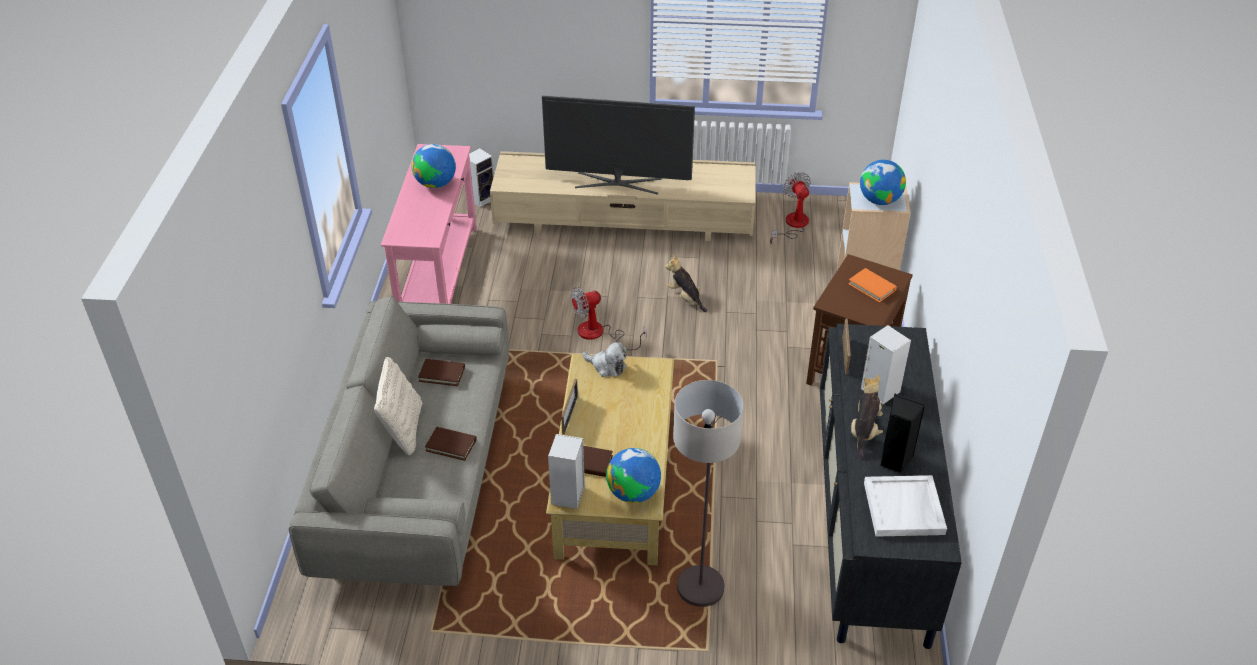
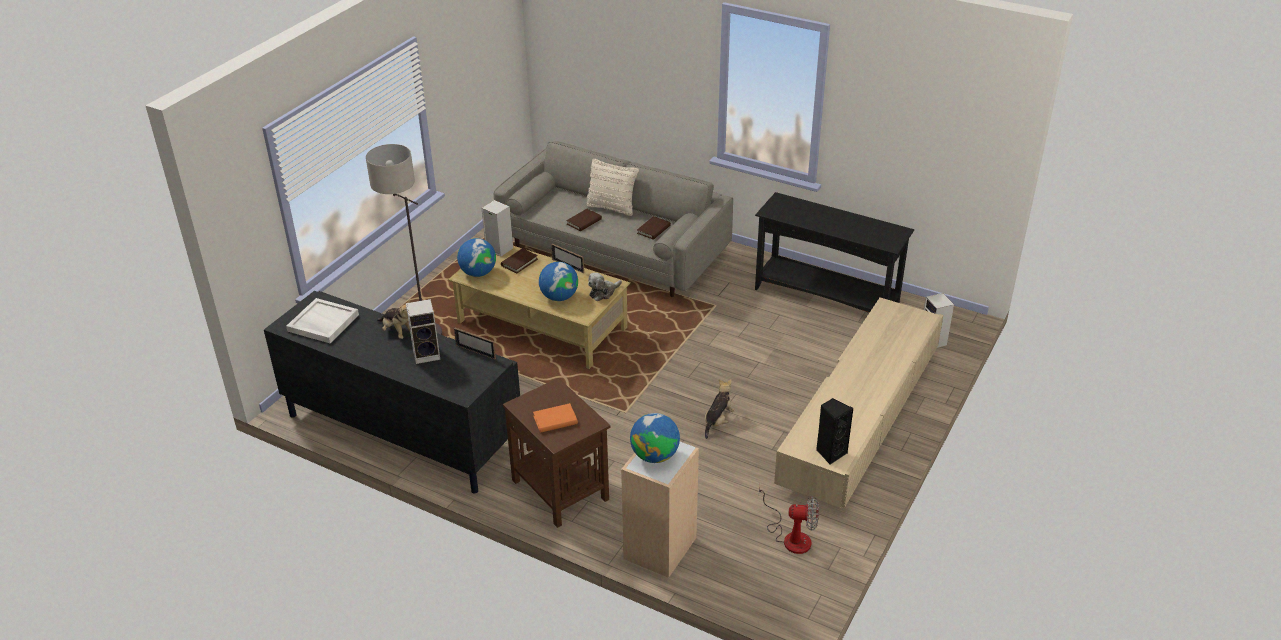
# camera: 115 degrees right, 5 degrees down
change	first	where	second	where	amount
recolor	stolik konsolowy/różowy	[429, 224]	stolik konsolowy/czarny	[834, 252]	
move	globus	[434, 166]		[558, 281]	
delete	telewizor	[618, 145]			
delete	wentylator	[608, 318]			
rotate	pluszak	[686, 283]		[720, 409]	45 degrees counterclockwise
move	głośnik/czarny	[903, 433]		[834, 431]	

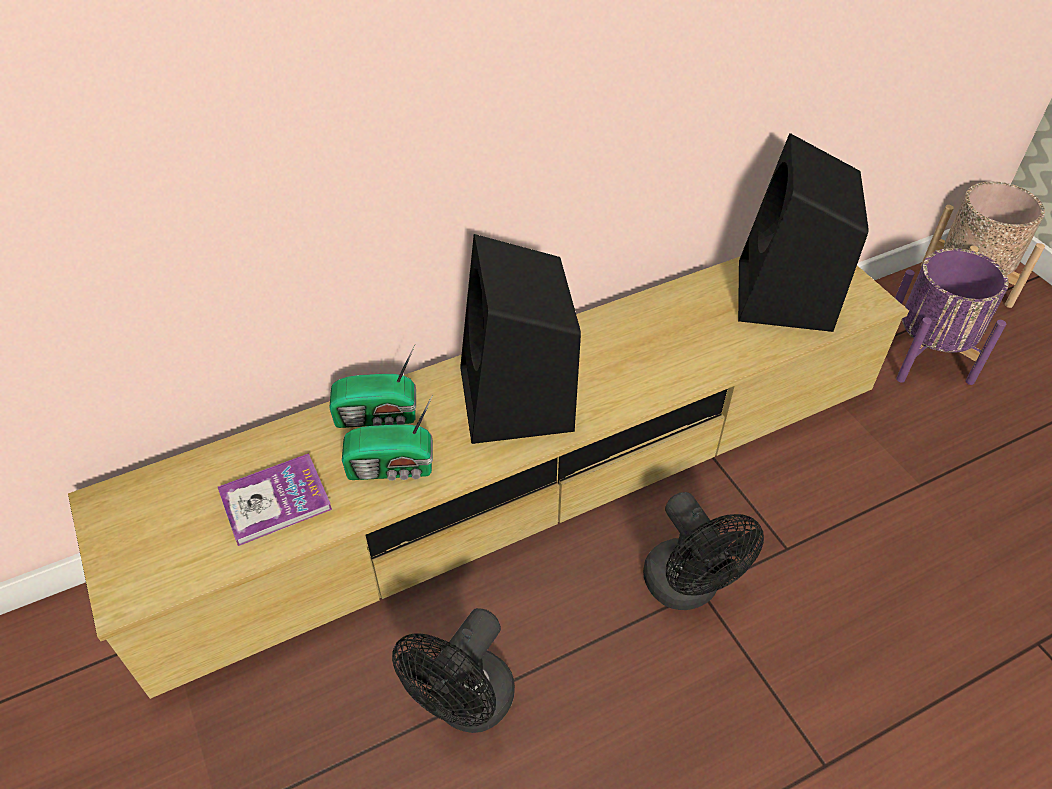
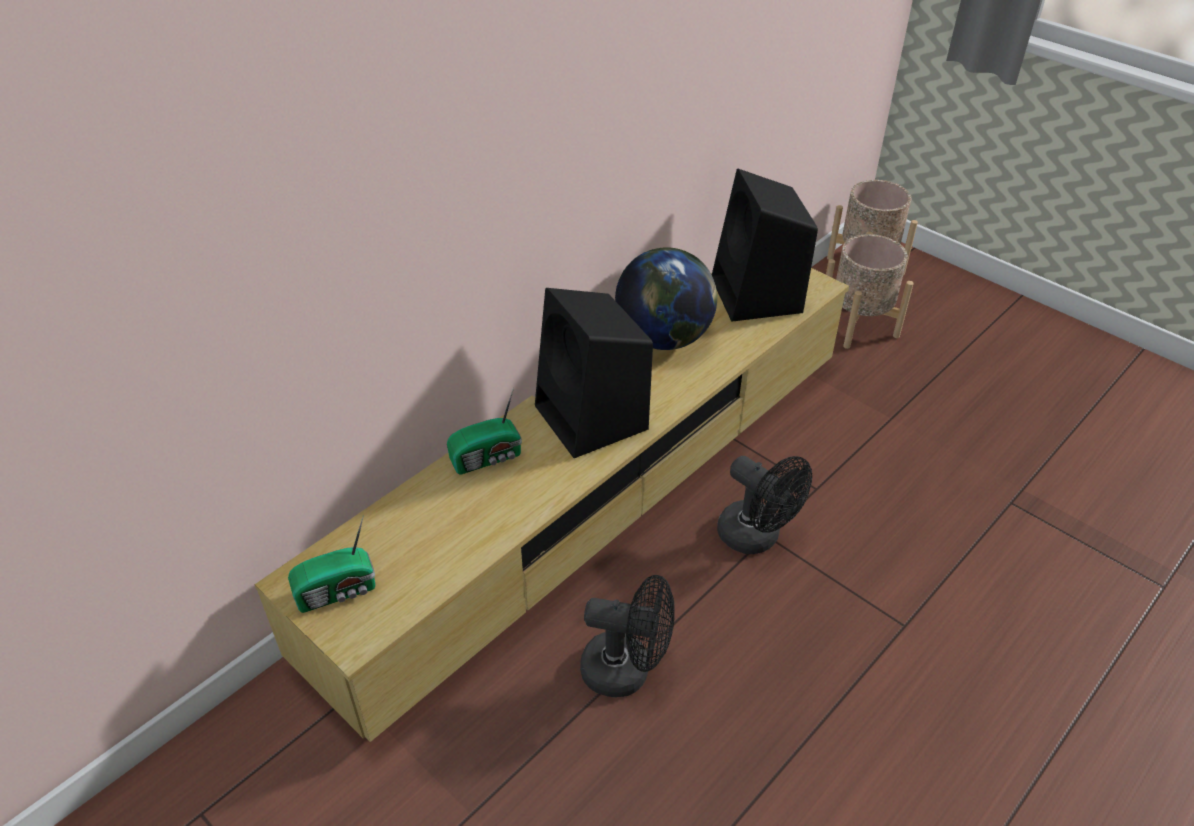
# camera: 20 degrees left, 5 degrees down
change	first	where	second	where	amount
delete	książka	[275, 499]			
move	radio	[387, 438]		[332, 564]	
rotate	wentylator/czarny	[453, 670]		[627, 636]	90 degrees counterclockwise
recolor	donica/fioletowy	[952, 316]	donica/beżowy	[870, 291]	
insert			globus	[666, 298]	

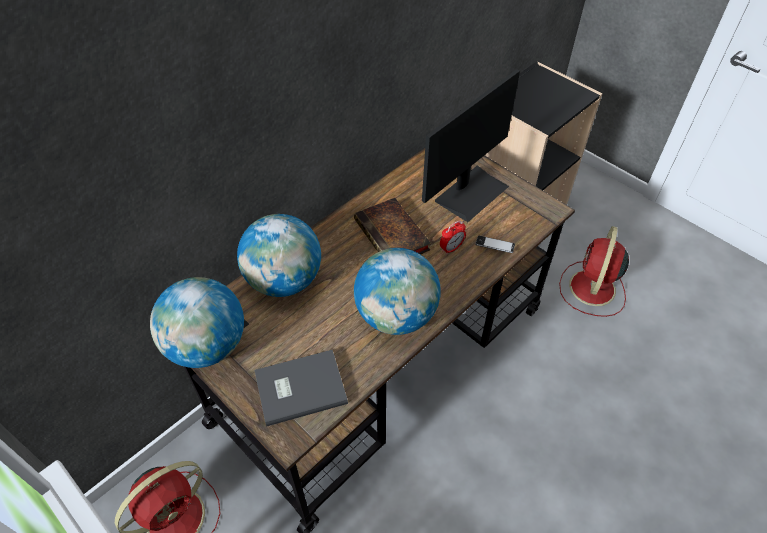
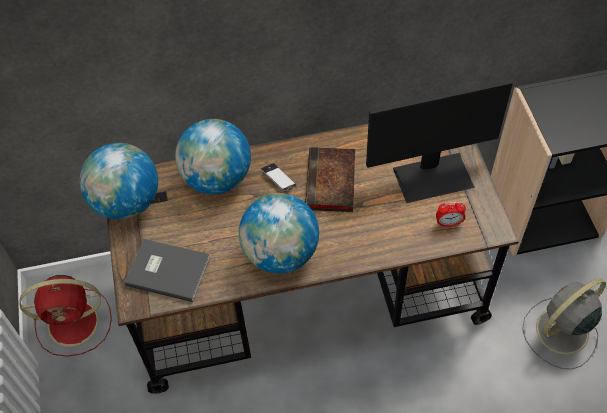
# camera: 35 degrees right, 5 degrees up
change	first	where	second	where	amount
move	budzik	[453, 237]		[451, 214]	
move	telefon	[495, 244]		[278, 177]	
recolor	wentylator/czerwony	[594, 271]	wentylator/szary	[564, 323]	

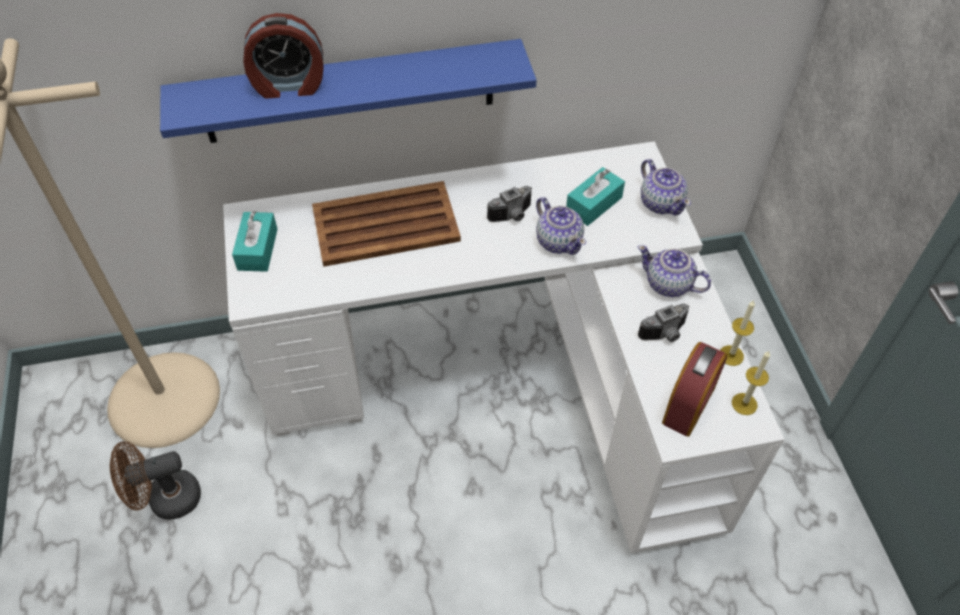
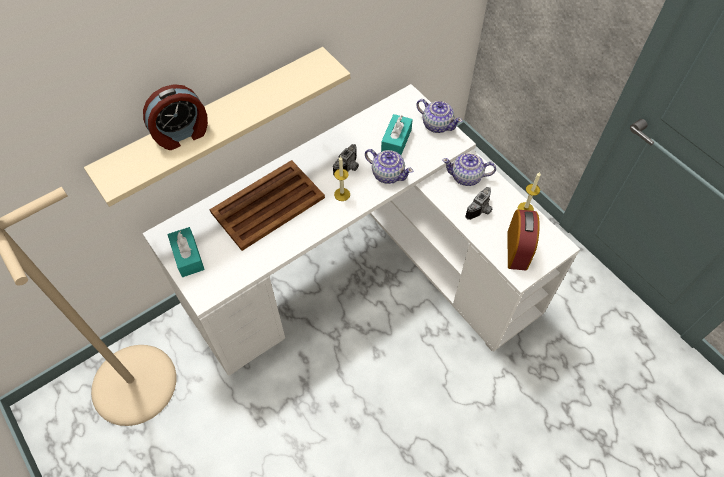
# camera: 25 degrees left, 5 degrees up
change	first	where	second	where	amount
delete	wentylator/brązowy	[155, 480]			
recolor	półka/niebieski	[348, 91]	półka/beżowy	[217, 127]	
move	świeca	[751, 383]		[342, 178]	

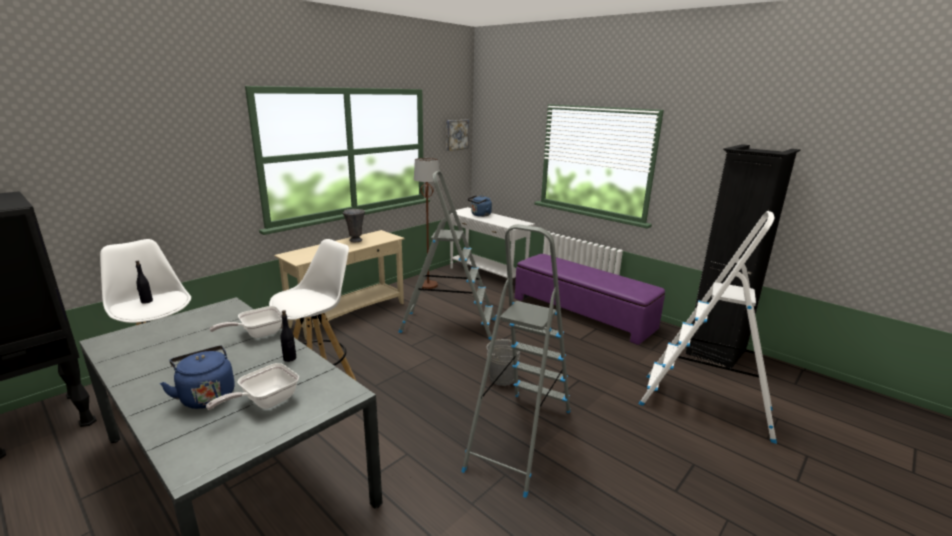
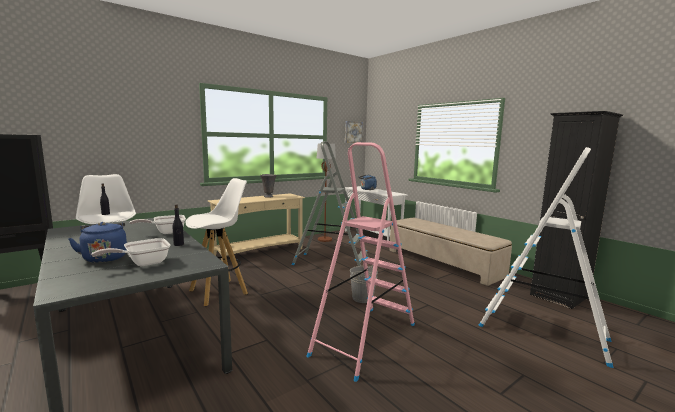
# camera: 10 degrees right, 10 degrees down
change	first	where	second	where	amount
recolor	drabinka/szary	[515, 361]	drabinka/różowy	[360, 262]	
recolor	ławka/fioletowy	[590, 299]	ławka/beżowy	[450, 252]	

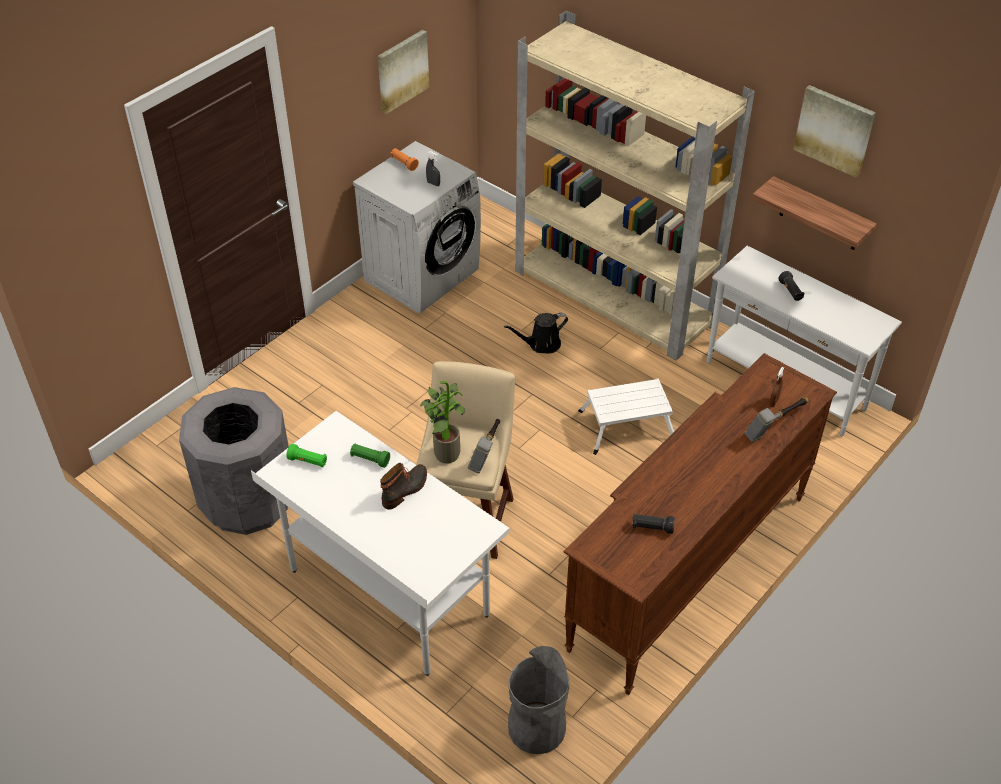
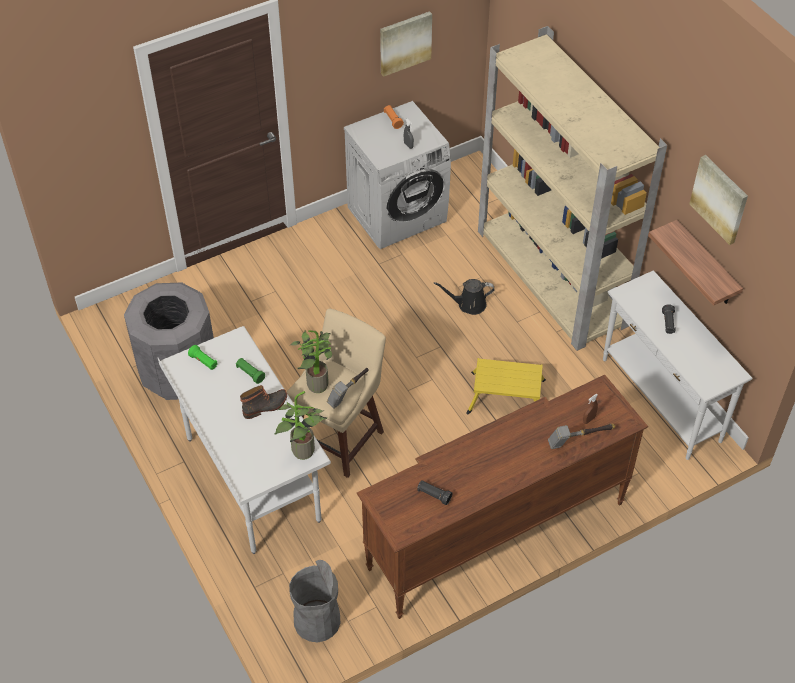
# camera: 20 degrees right, 5 degrees up
change	first	where	second	where	amount
recolor	drabinka/biały	[626, 416]	drabinka/żółty	[506, 386]	
insert			roślina doniczkowa	[300, 425]	

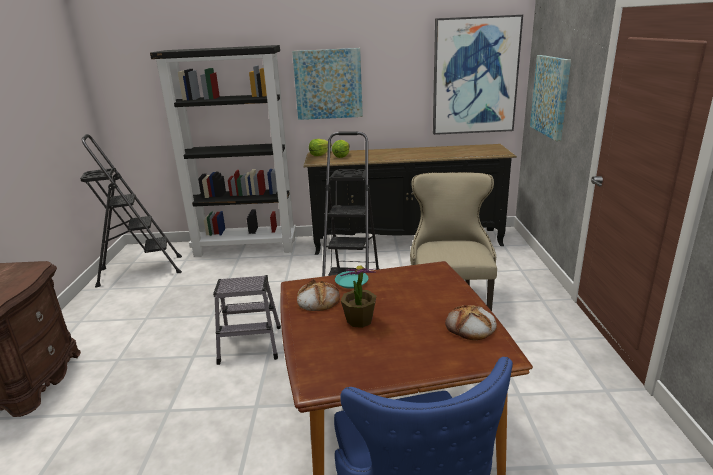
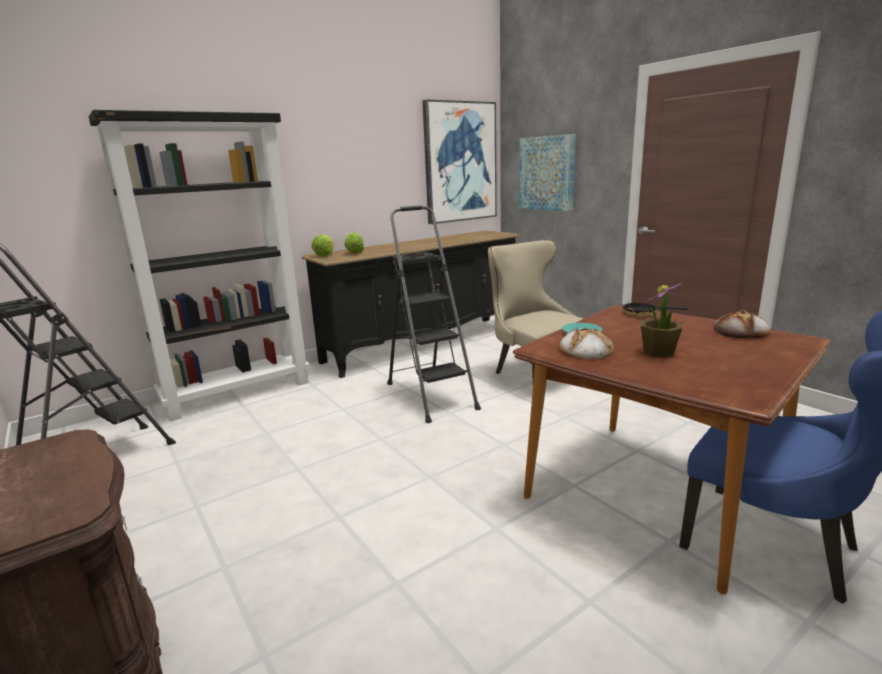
# camera: 35 degrees left, 5 degrees down
change	first	where	second	where	amount
delete	drabinka/szary	[247, 320]			
delete	obraz	[327, 84]			
insert			patelnia	[655, 309]	

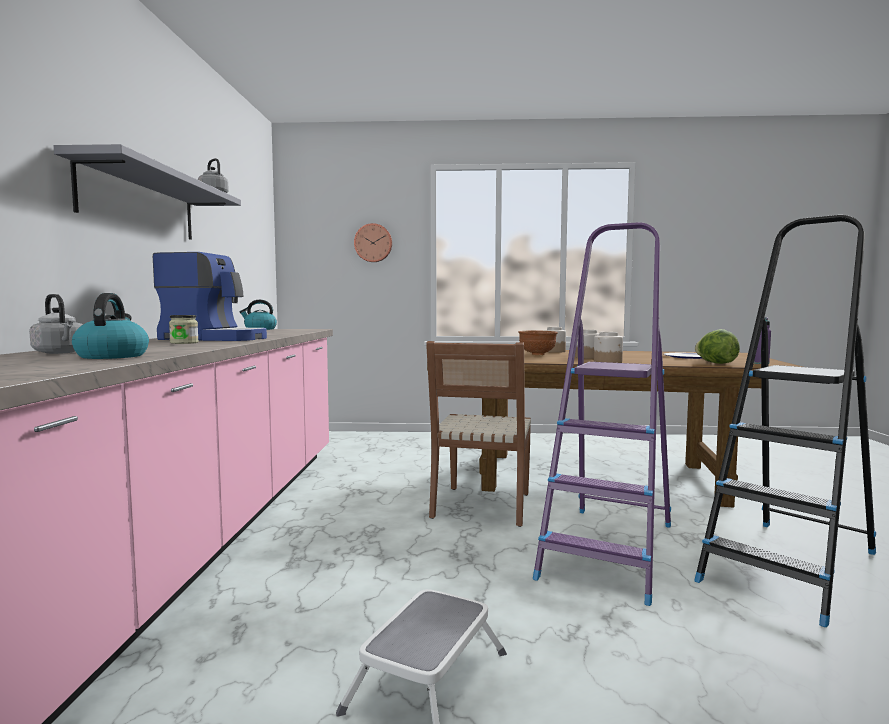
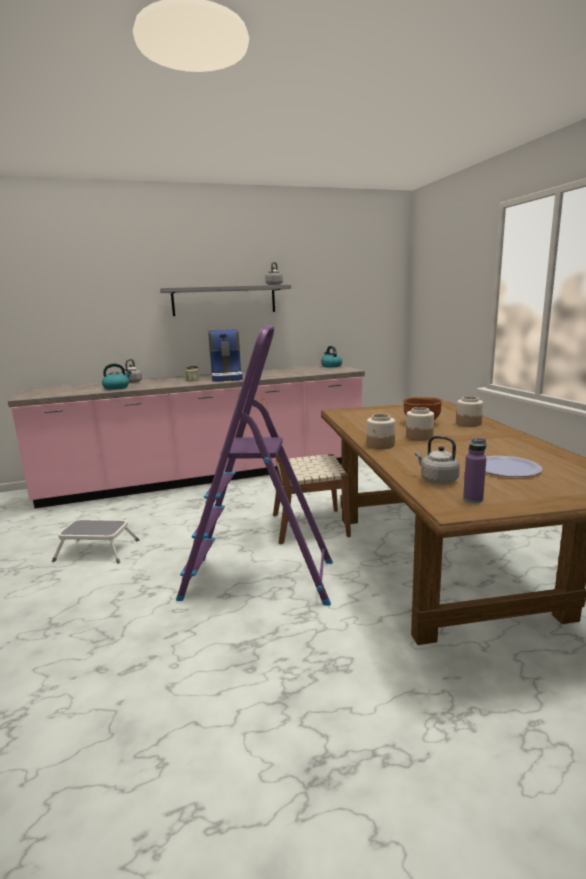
# camera: 70 degrees right, 10 degrees up
change	first	where	second	where	amount
delete	zegar ścienny	[373, 242]			
delete	drabinka/czarny	[785, 421]			
replace	sałata	[717, 346]	czajnik/szary	[437, 460]	

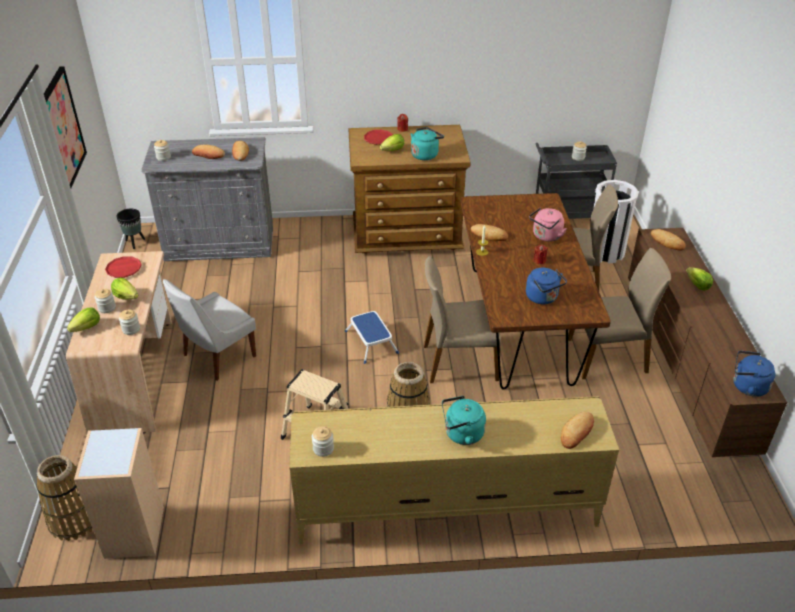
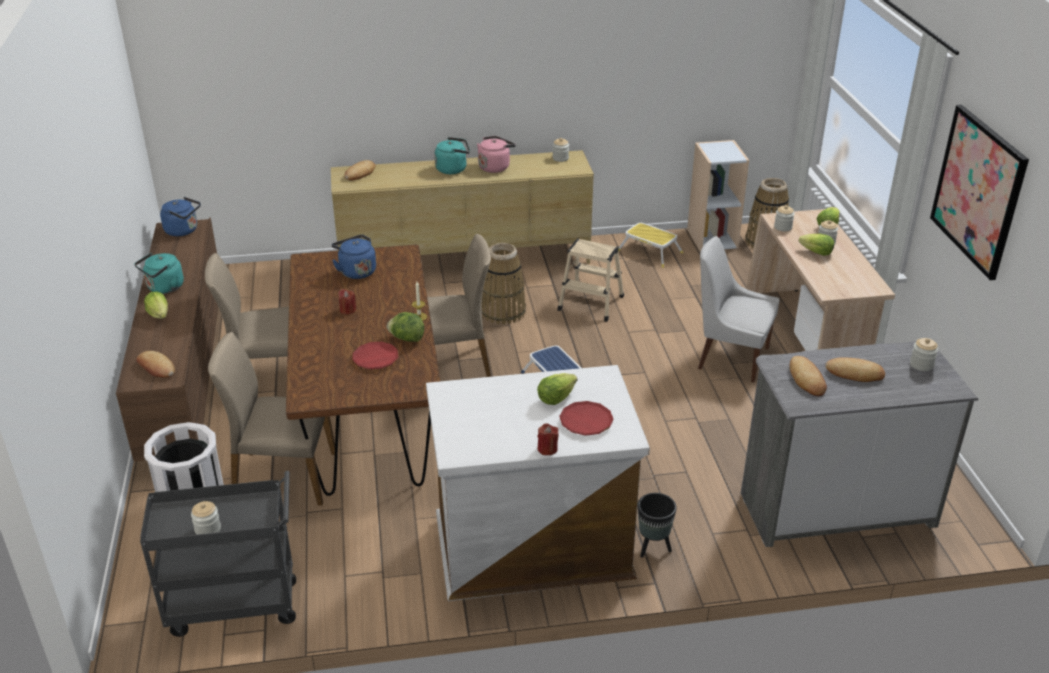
# camera: 175 degrees right, 5 degrees down
change	first	where	second	where	amount
move	talerz/czerwony	[123, 267]		[375, 355]	
move	donica/czarny	[130, 229]		[657, 525]	
rotate	krzesło/biały	[209, 330]		[738, 309]	105 degrees counterclockwise
recolor	komoda/brązowy	[409, 189]	komoda/biały	[538, 483]	
move	czajnik/turkusowy	[427, 143]		[159, 273]	
replace	chleb	[489, 232]	sałata	[405, 327]	
move	czajnik/różowy	[547, 224]		[496, 154]	
insert			drabinka/żółty	[650, 245]	

